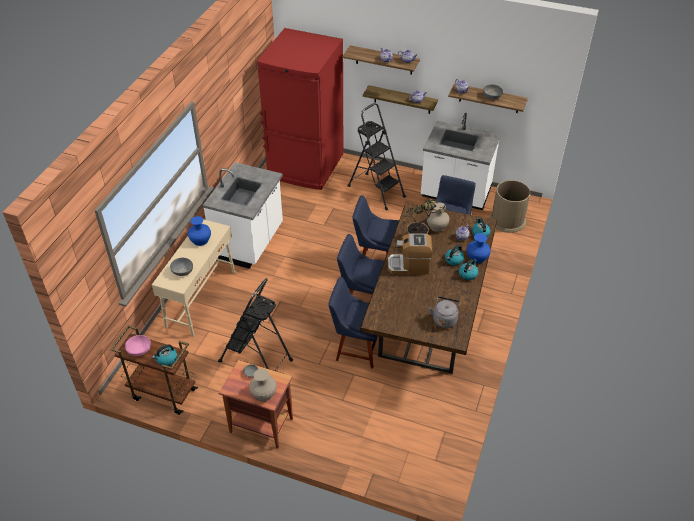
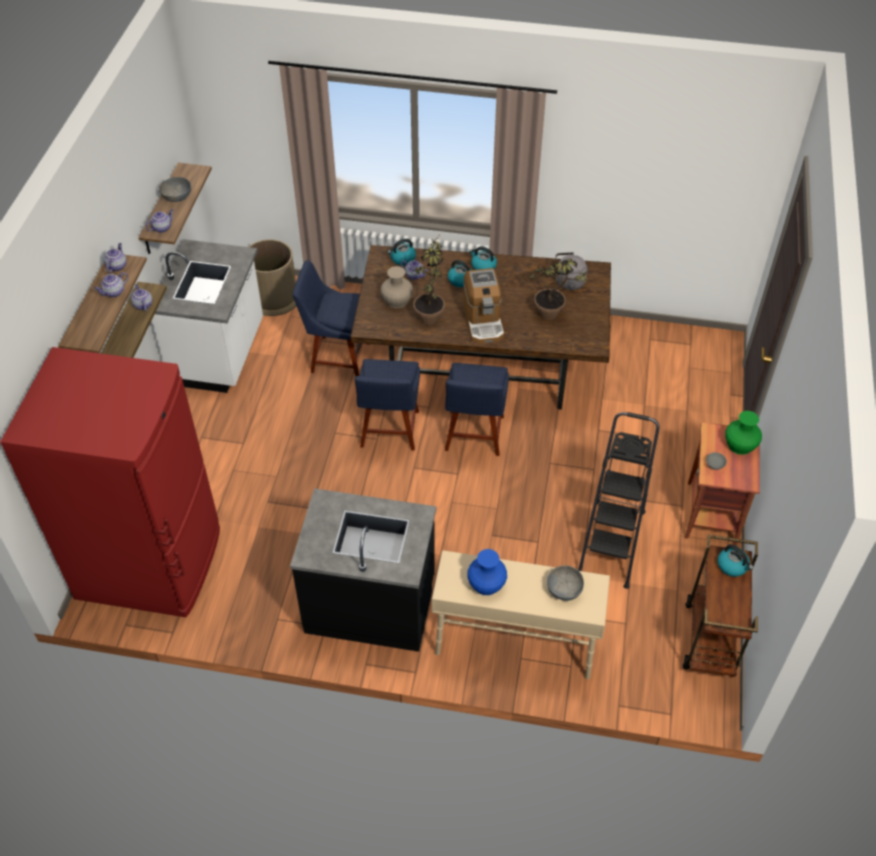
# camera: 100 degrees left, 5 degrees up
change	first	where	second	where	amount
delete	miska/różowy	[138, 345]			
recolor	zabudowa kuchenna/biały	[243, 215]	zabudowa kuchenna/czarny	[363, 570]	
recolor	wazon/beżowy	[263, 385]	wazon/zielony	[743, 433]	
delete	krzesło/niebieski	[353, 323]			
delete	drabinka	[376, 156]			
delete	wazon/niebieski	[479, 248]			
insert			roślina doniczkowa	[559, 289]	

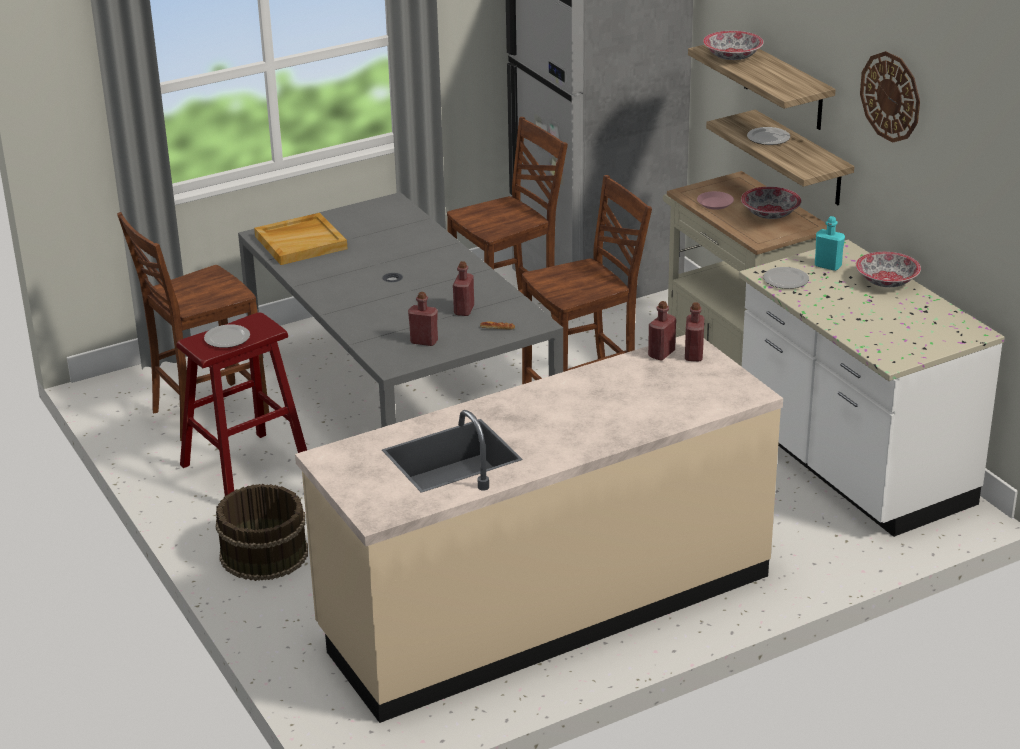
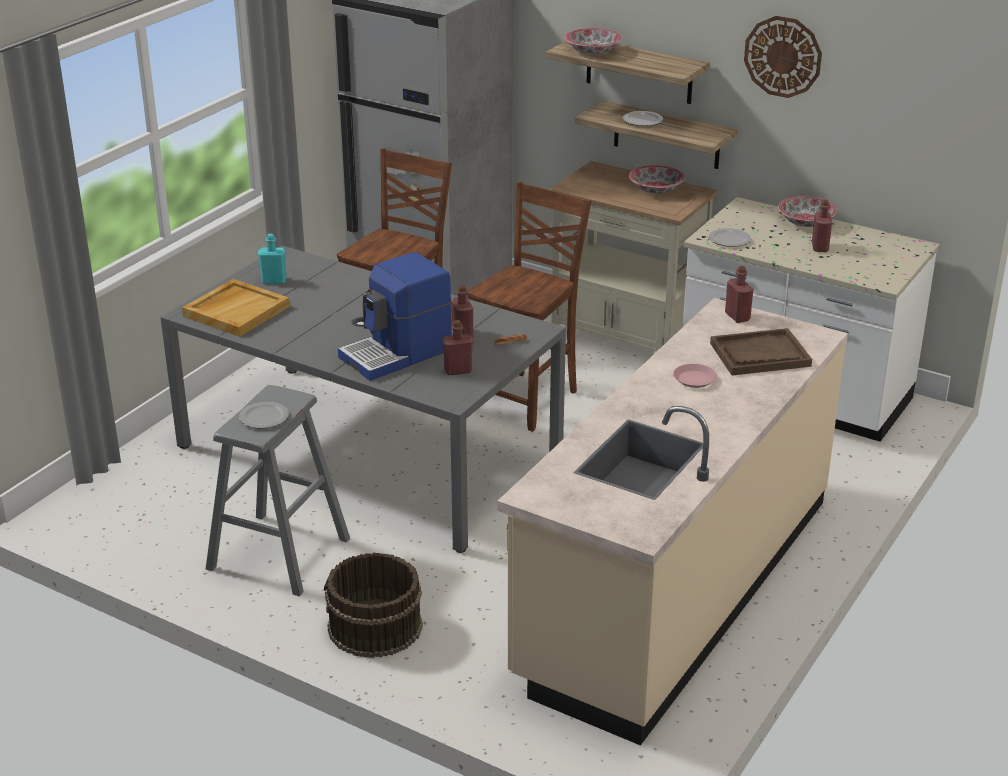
# camera: 30 degrees left, 0 degrees up
change	first	where	second	where	amount
delete	krzesło/brązowy	[193, 327]			
recolor	stołek/czerwony	[241, 404]	stołek/szary	[278, 491]	
move	butelka/czerwony	[662, 331]		[822, 225]	
move	talerz/różowy	[715, 200]		[695, 376]	
move	butelka/turkusowy	[830, 243]		[272, 259]	
insert			ekspres do kawy	[395, 316]	
insert			taca/brązowy	[761, 352]	

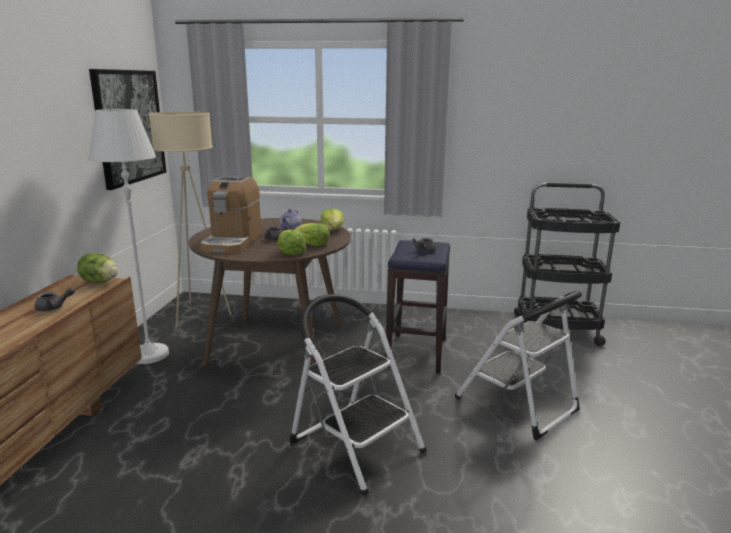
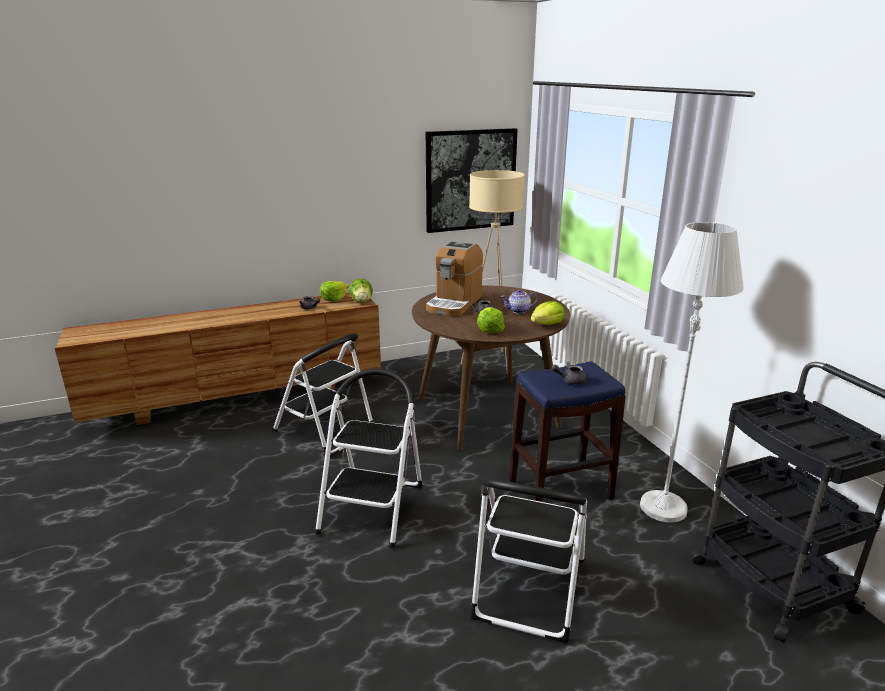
# camera: 60 degrees right, 5 degrees up
change	first	where	second	where	amount
move	lampa stojąca/biały	[128, 236]		[692, 372]	
rotate	ekspres do kawy	[230, 214]		[454, 278]	45 degrees counterclockwise
move	sałata	[292, 242]		[334, 291]	
insert			drabinka	[322, 395]	

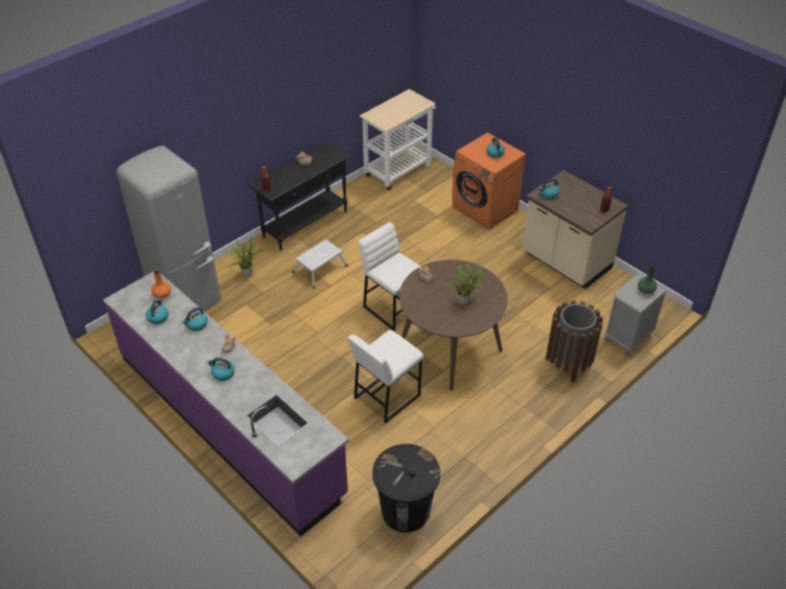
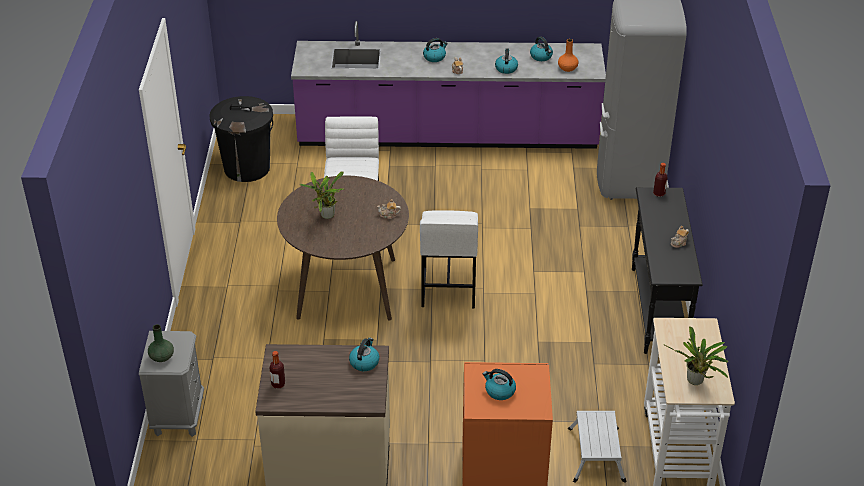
# camera: 135 degrees right, 5 degrees down
change	first	where	second	where	amount
move	roślina doniczkowa	[246, 257]		[696, 355]	
move	drabinka/biały	[320, 264]		[596, 447]	
rotate	krzesło/biały	[389, 276]		[449, 259]	90 degrees clockwise
delete	kosz na śmieci/brązowy	[574, 341]			

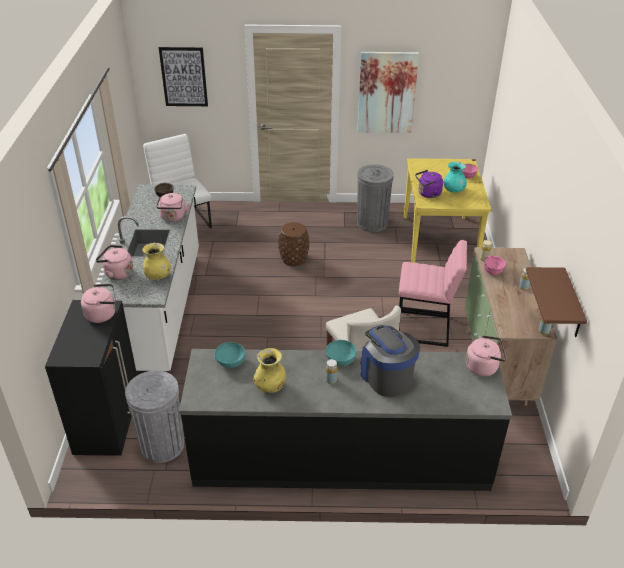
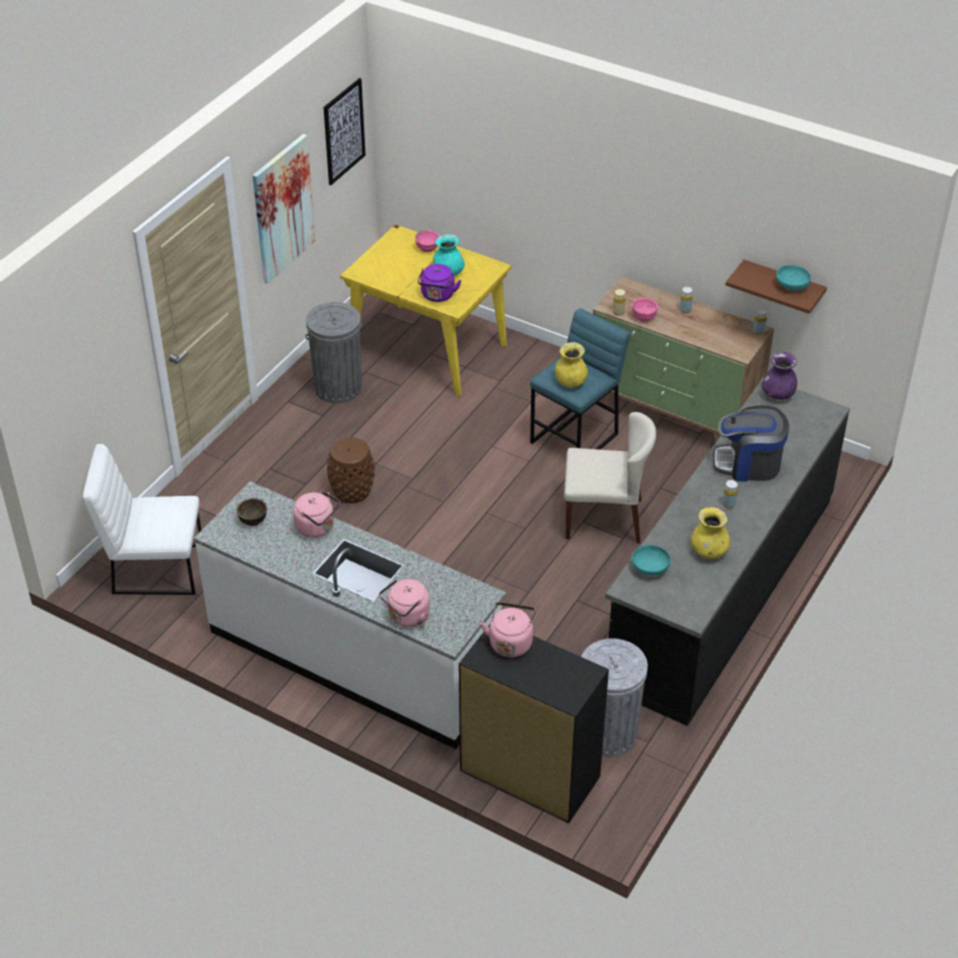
# camera: 60 degrees left, 5 degrees up
change	first	where	second	where	amount
move	wazon/żółty	[157, 261]		[571, 364]	
move	obraz	[183, 76]		[345, 131]	
move	miska/turkusowy	[341, 353]		[793, 278]	
recolor	stołek/różowy	[433, 293]	stołek/niebieski	[580, 379]	
replace	czajnik/różowy	[485, 355]	wazon/fioletowy	[779, 376]	

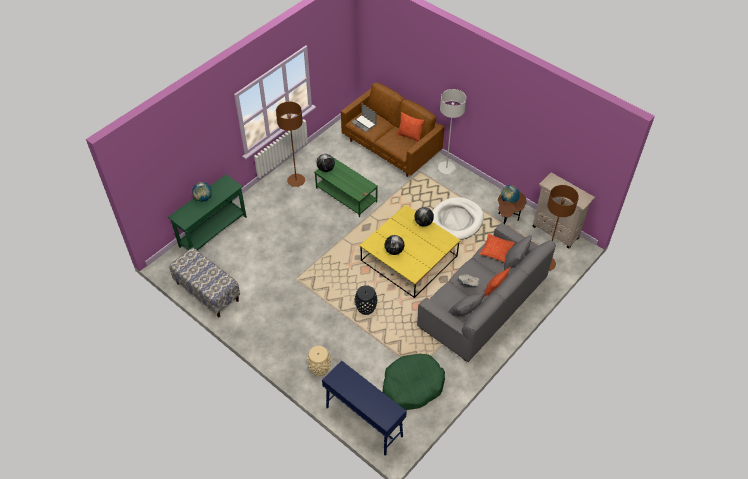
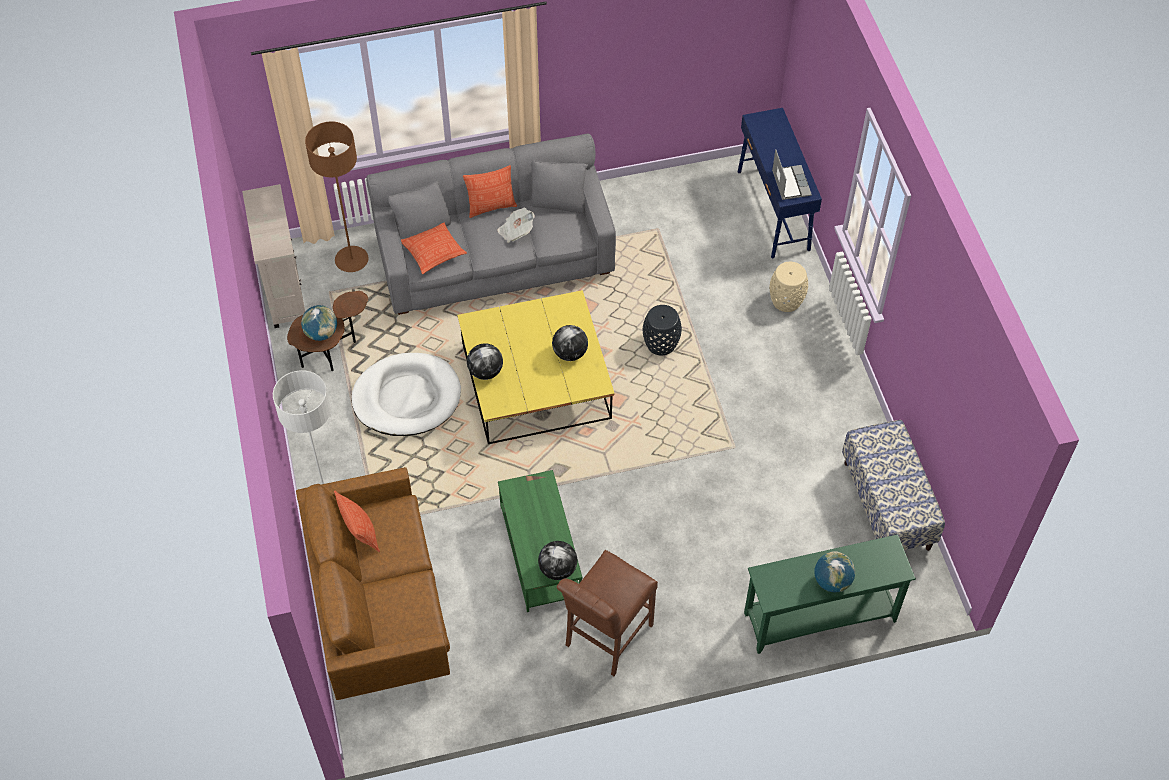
# camera: 145 degrees left, 5 degrees up
change	first	where	second	where	amount
replace	lampa stojąca/brązowy	[290, 144]	stołek/brązowy	[607, 613]	
move	laptop	[364, 117]		[792, 174]	
delete	legowisko/zielony	[413, 382]			

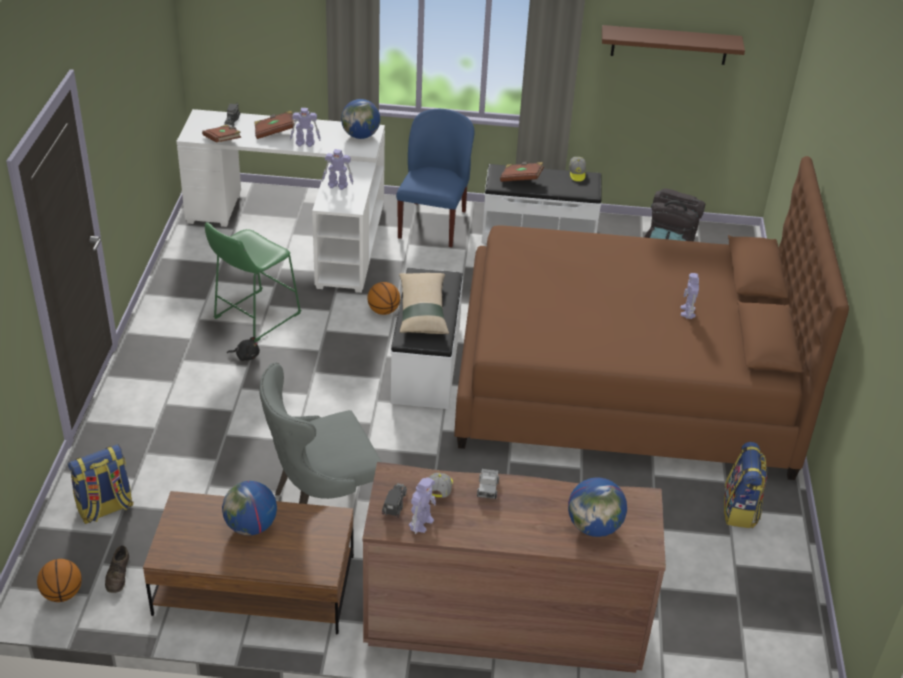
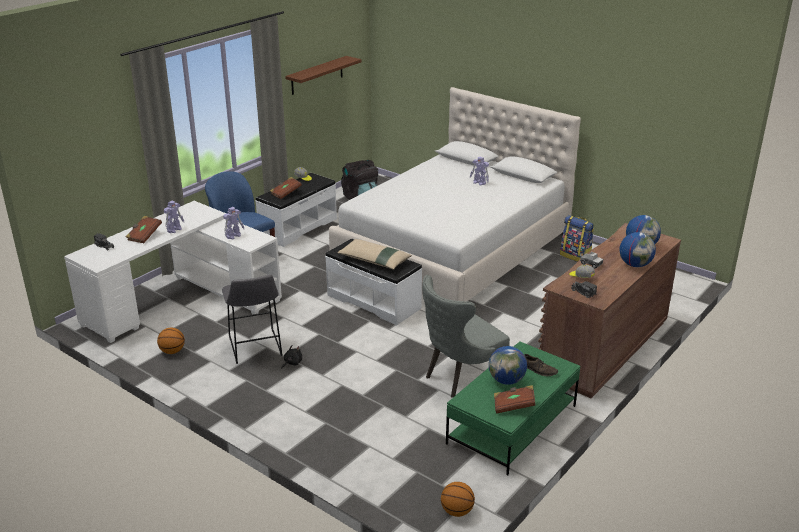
# camera: 55 degrees left, 10 degrees down
change	first	where	second	where	amount
delete	plecak	[100, 484]			
move	but/brązowy	[117, 569]		[541, 365]	
recolor	ława/brązowy	[248, 563]	ława/zielony	[513, 408]	
move	książka/brązowy	[221, 134]		[515, 399]	
recolor	stołek/zielony	[253, 282]	stołek/szary	[252, 319]	
rotate	krzesło/szary	[320, 433]		[466, 336]	45 degrees clockwise
move	globus	[360, 119]		[637, 249]	
move	piłka do koszykówki	[384, 298]		[171, 341]	
delete	robot zabawkowy	[422, 505]			
recolor	łóżko/brązowy	[651, 318]	łóżko/biały	[455, 194]	

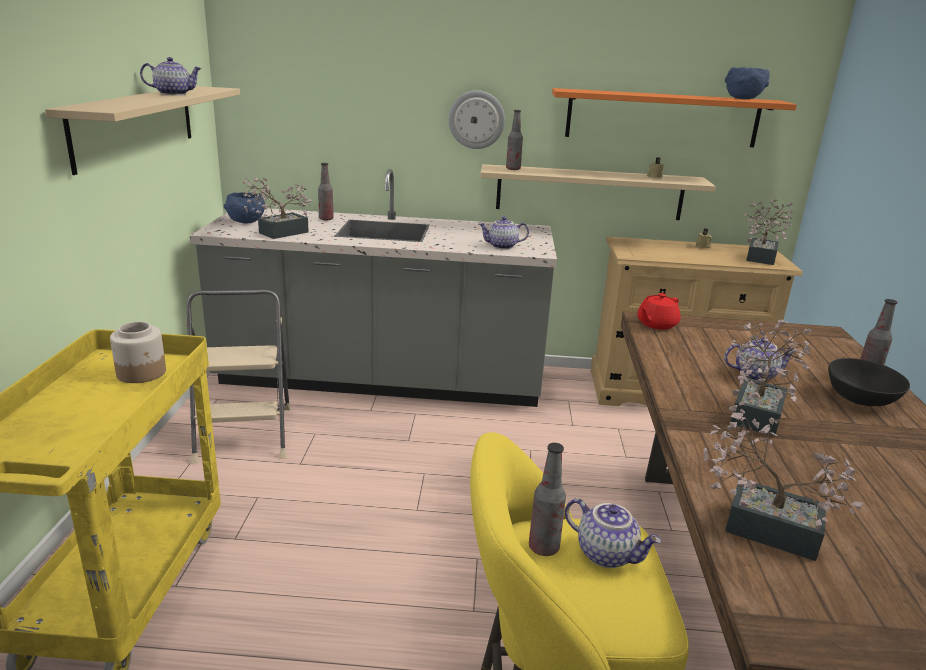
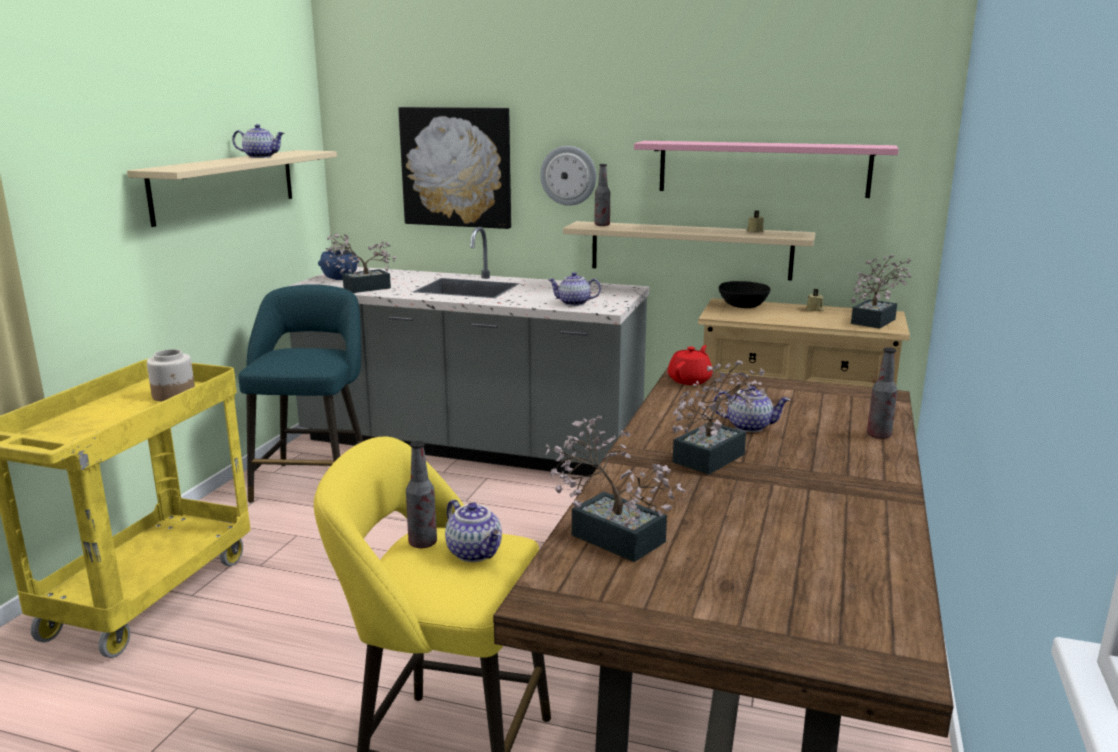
# camera: 15 degrees right, 5 degrees down
change	first	where	second	where	amount
replace	drabinka/beżowy	[238, 377]	stołek/turkusowy	[300, 393]	
delete	butelka	[326, 191]			
recolor	półka/pomarańczowy	[674, 118]	półka/różowy	[766, 169]	
rotate	imbryk/czerwony	[659, 311]		[690, 365]	150 degrees clockwise
delete	miska/niebieski	[747, 83]			
move	miska/czarny	[869, 382]		[745, 294]	
insert			obraz	[454, 168]	

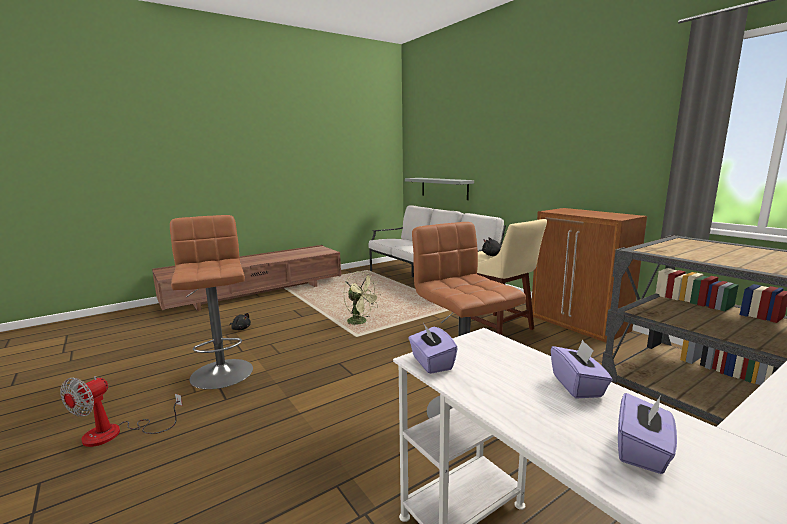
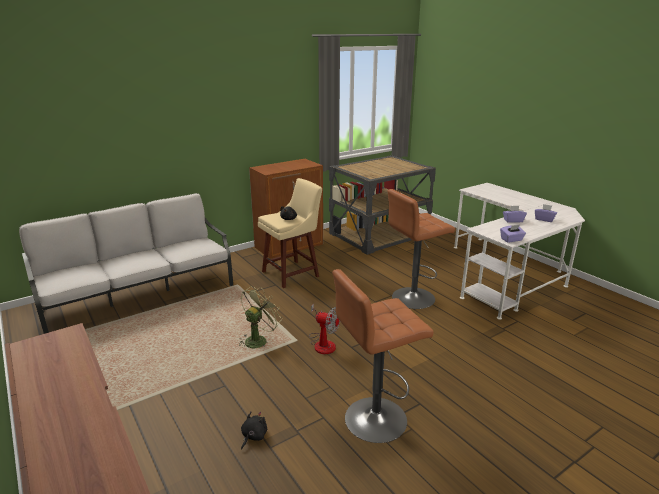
# camera: 90 degrees left, 10 degrees up
change	first	where	second	where	amount
move	wentylator	[122, 411]		[324, 328]	
delete	półka/szary	[439, 189]			

